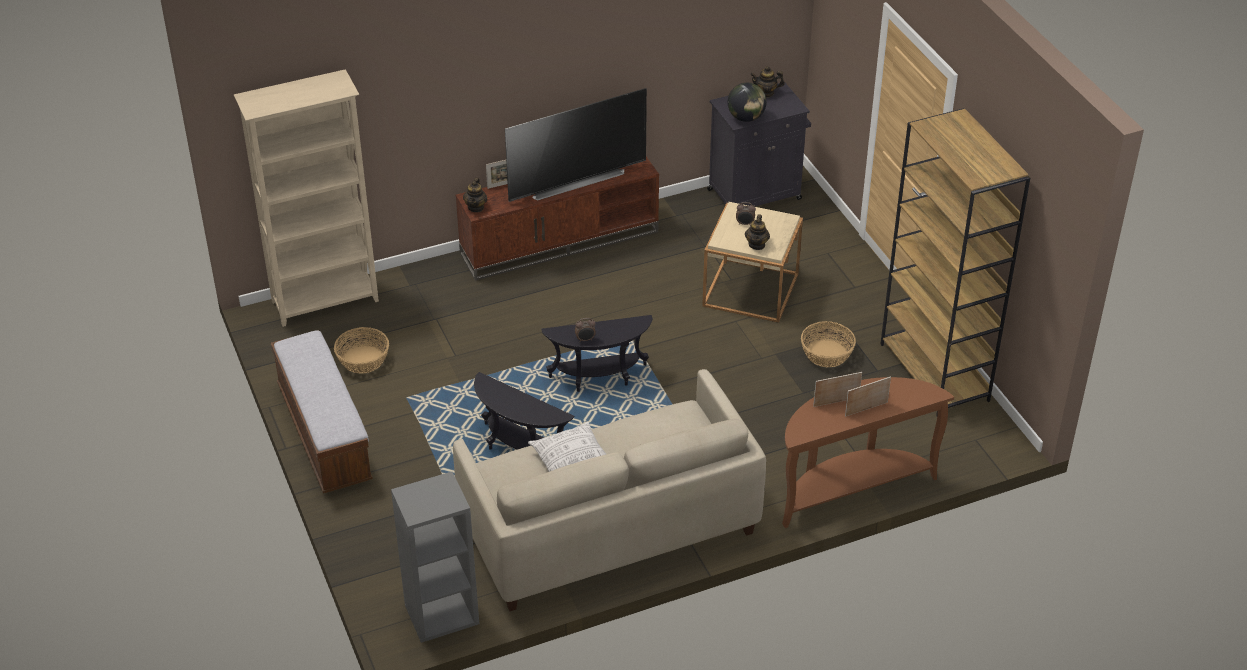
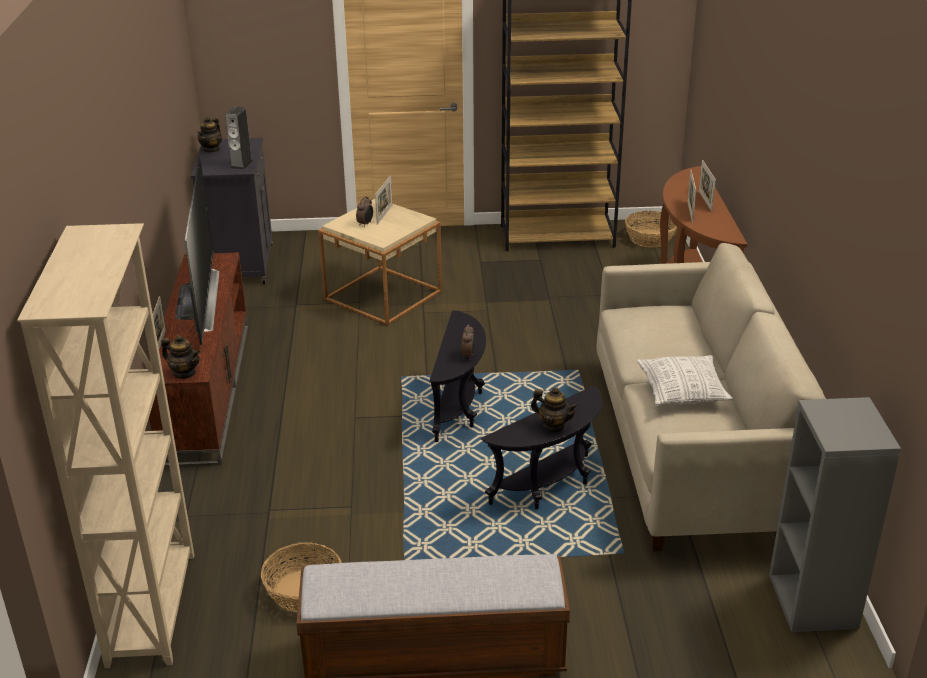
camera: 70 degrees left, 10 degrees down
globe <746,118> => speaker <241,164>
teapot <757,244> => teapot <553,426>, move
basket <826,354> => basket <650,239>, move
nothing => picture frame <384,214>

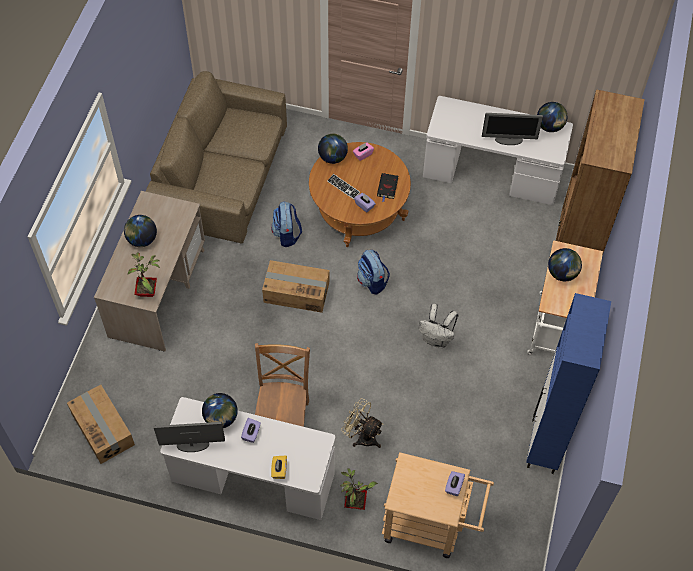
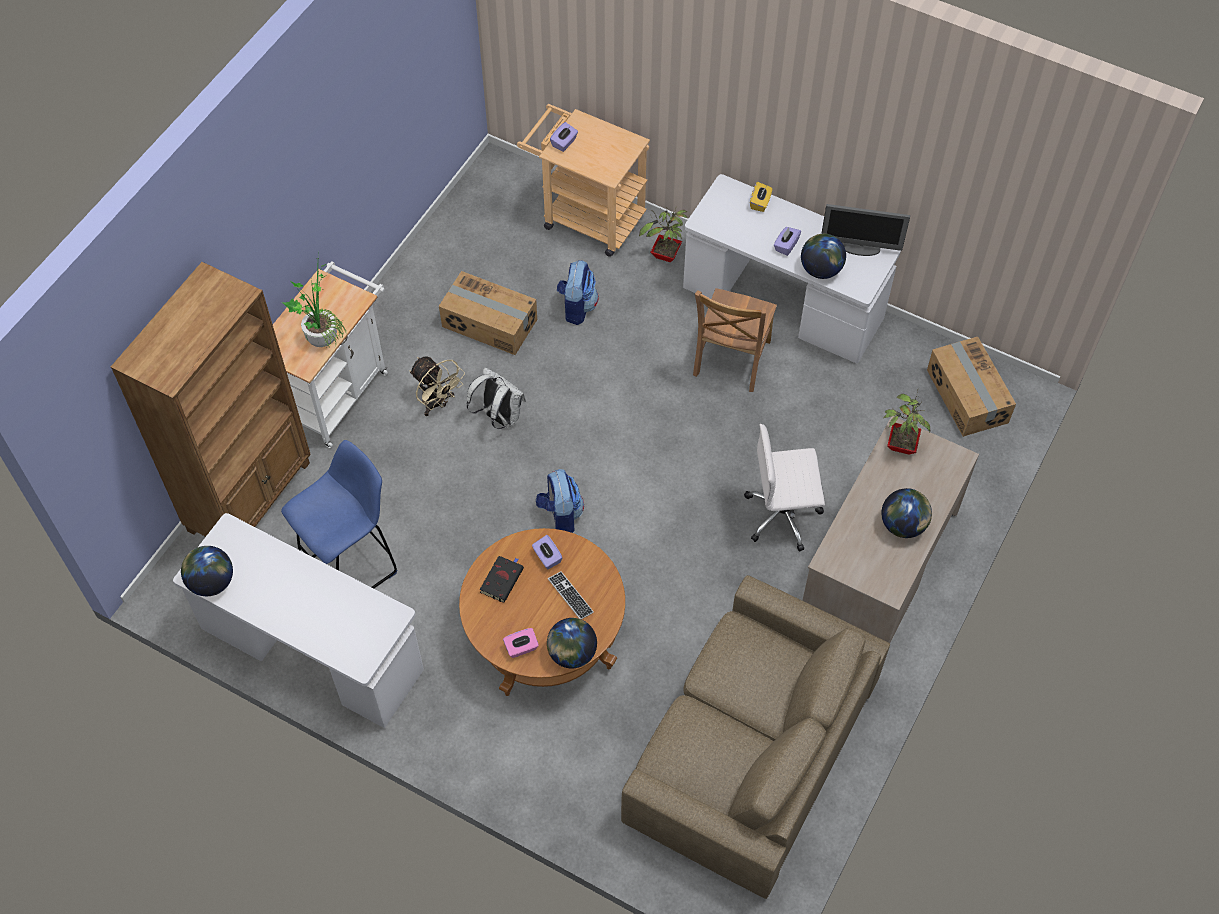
camera: 165 degrees left, 0 degrees up
monitor <509,140> => nothing
backpack <287,234> => backpack <577,307>, move
globe <562,273> => potted plant <321,334>
cardboard box <296,292> => cardboard box <489,323>, move
blue cabinet <545,443> => nothing
beige fan <362,436> => beige fan <437,403>, move
nothing => white office chair <783,515>
nothing => blue stool <352,566>

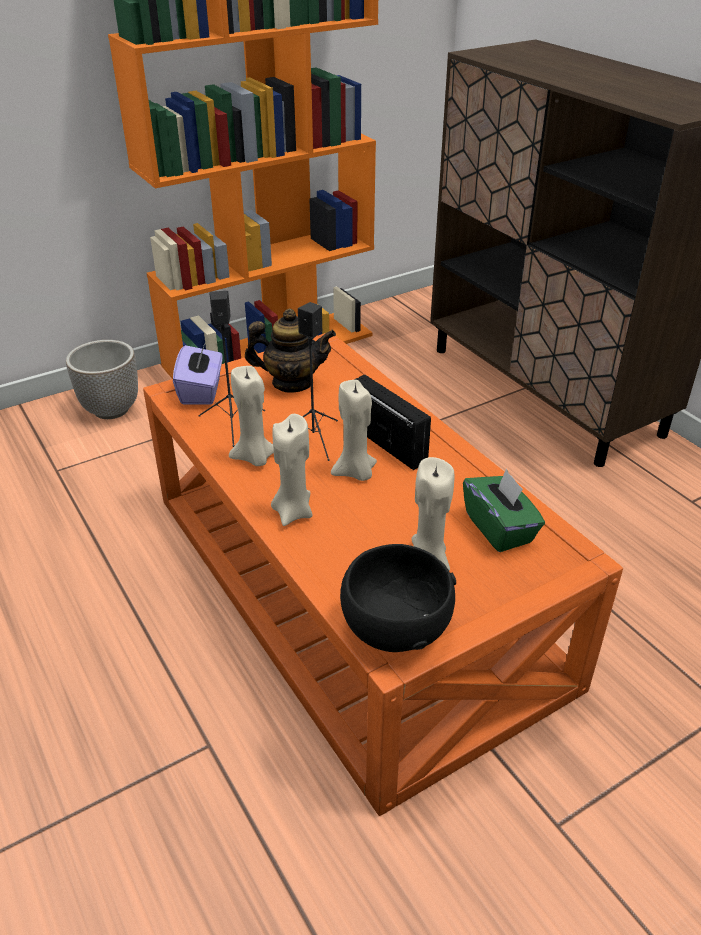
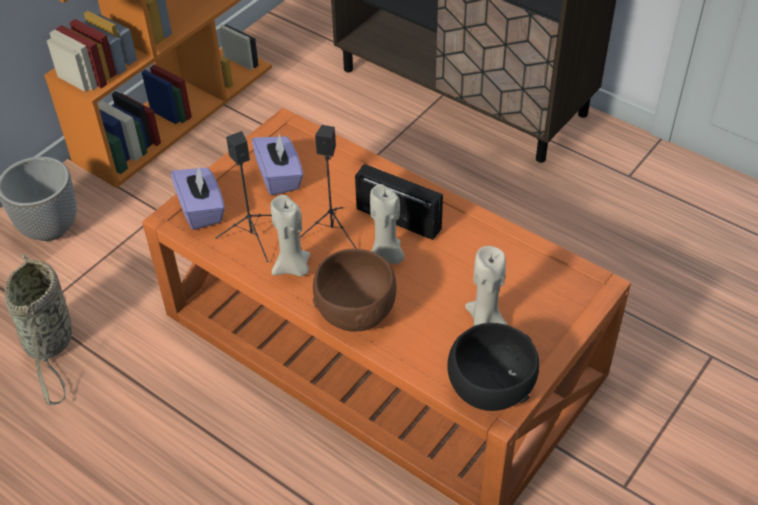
camera: 20 degrees left, 10 degrees up
teapot <292,383> => purple tissue box <279,177>
beige candle <293,512> => brown bowl <356,311>
green tissue box <499,528> => nothing
nothing => basket <50,344>

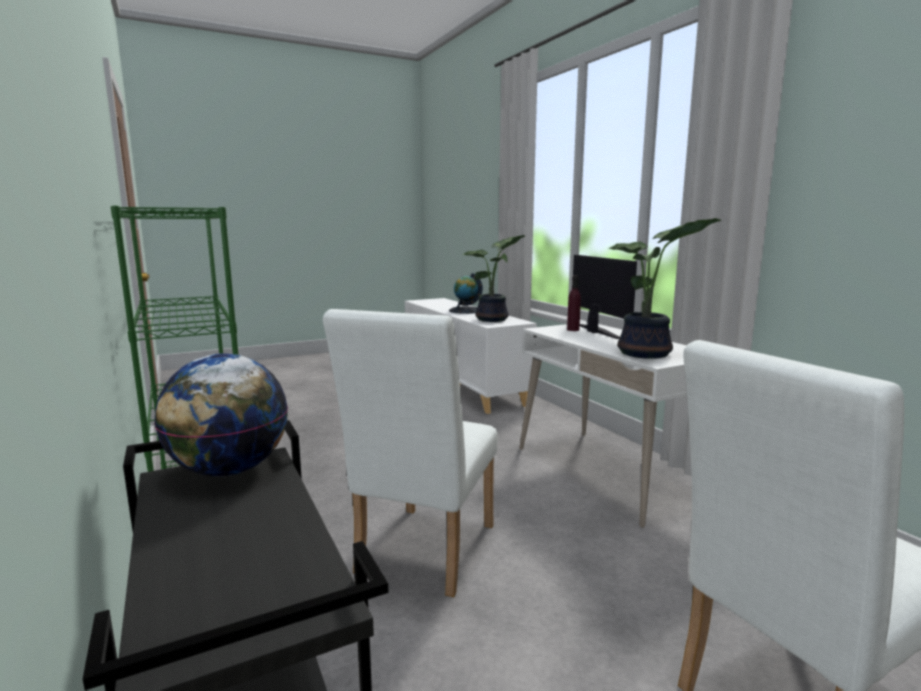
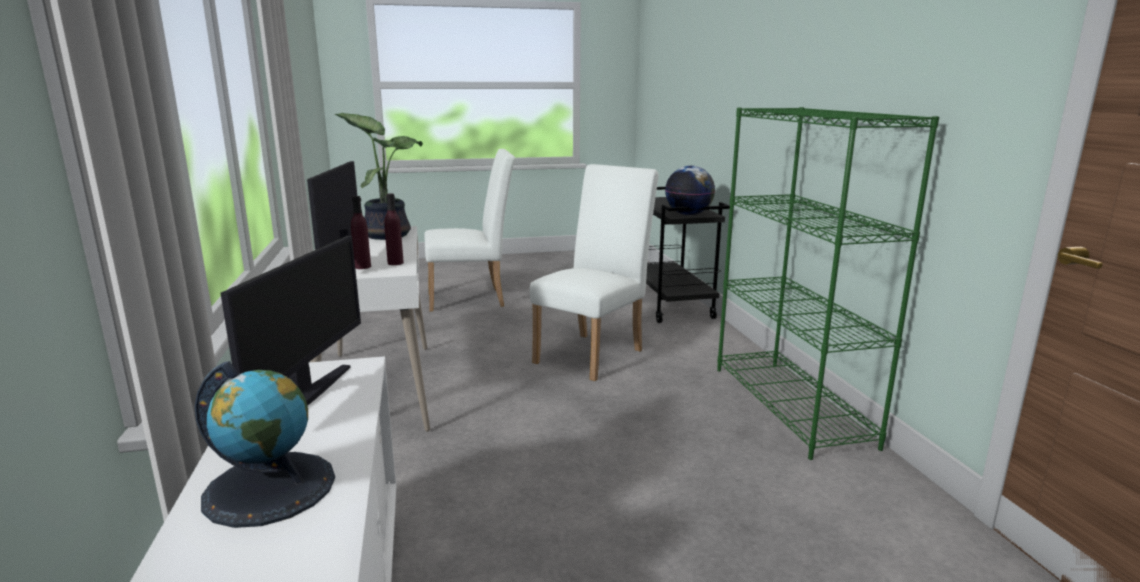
camera: 165 degrees left, 5 degrees up
potted plant <494,319> => monitor <308,395>
nothing => purple bottle <395,263>

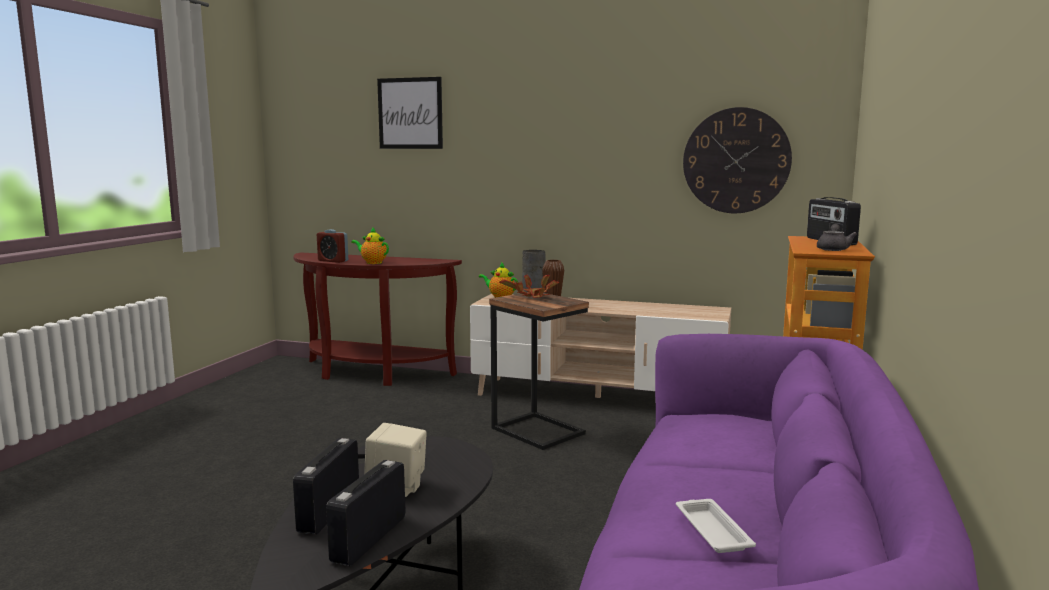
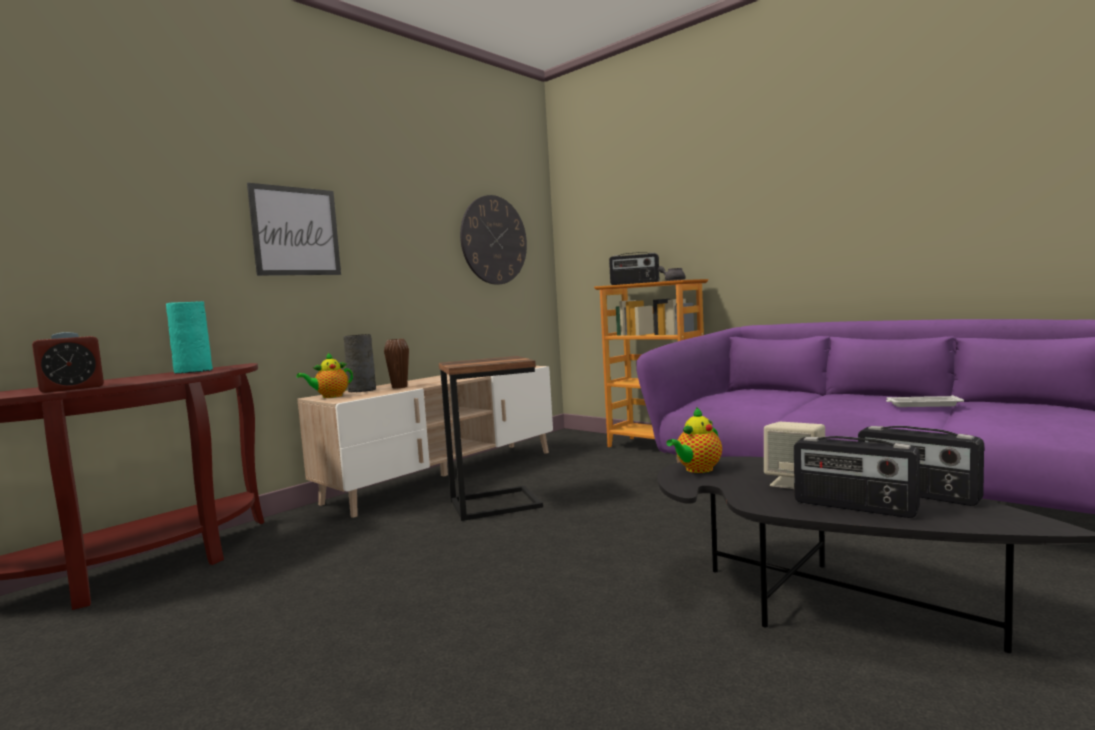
camera: 65 degrees left, 5 degrees down
picture <410,113> => picture <296,231>, move
teapot <372,262> => teapot <697,470>, move
potted plant <531,297> => nothing
nothing => turquoise vase <193,371>

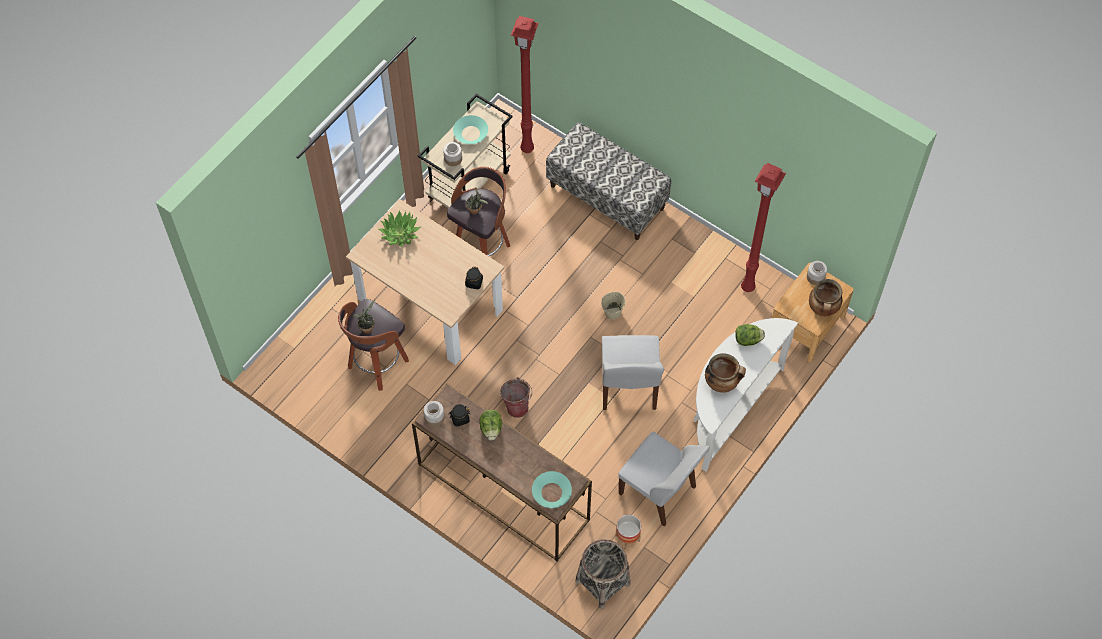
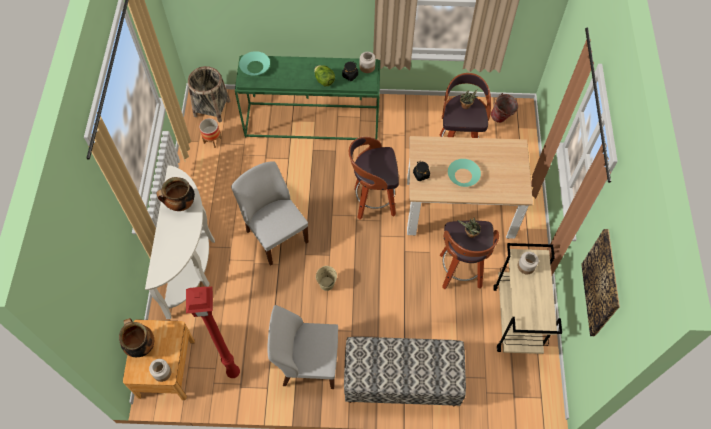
camera: 145 degrees right, 0 degrees up
red floor lamp <526,148> => nothing
turquoise bowl <471,133> => turquoise bowl <463,175>, move
potted plant <400,233> => nothing
lettuce <747,339> => nothing
bucket <516,405> => bucket <501,119>, move
brown console table <501,492> => green console table <313,121>
white chair <659,492> => white chair <308,363>, move
nothing => stool <373,202>
nothing => picture <601,283>

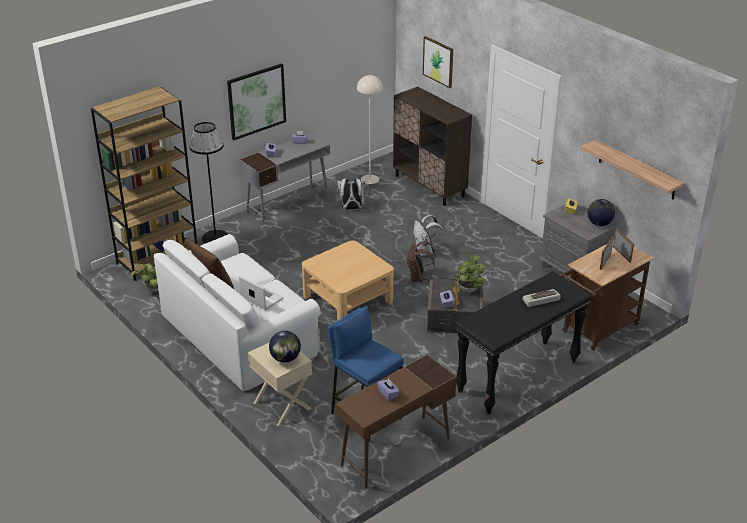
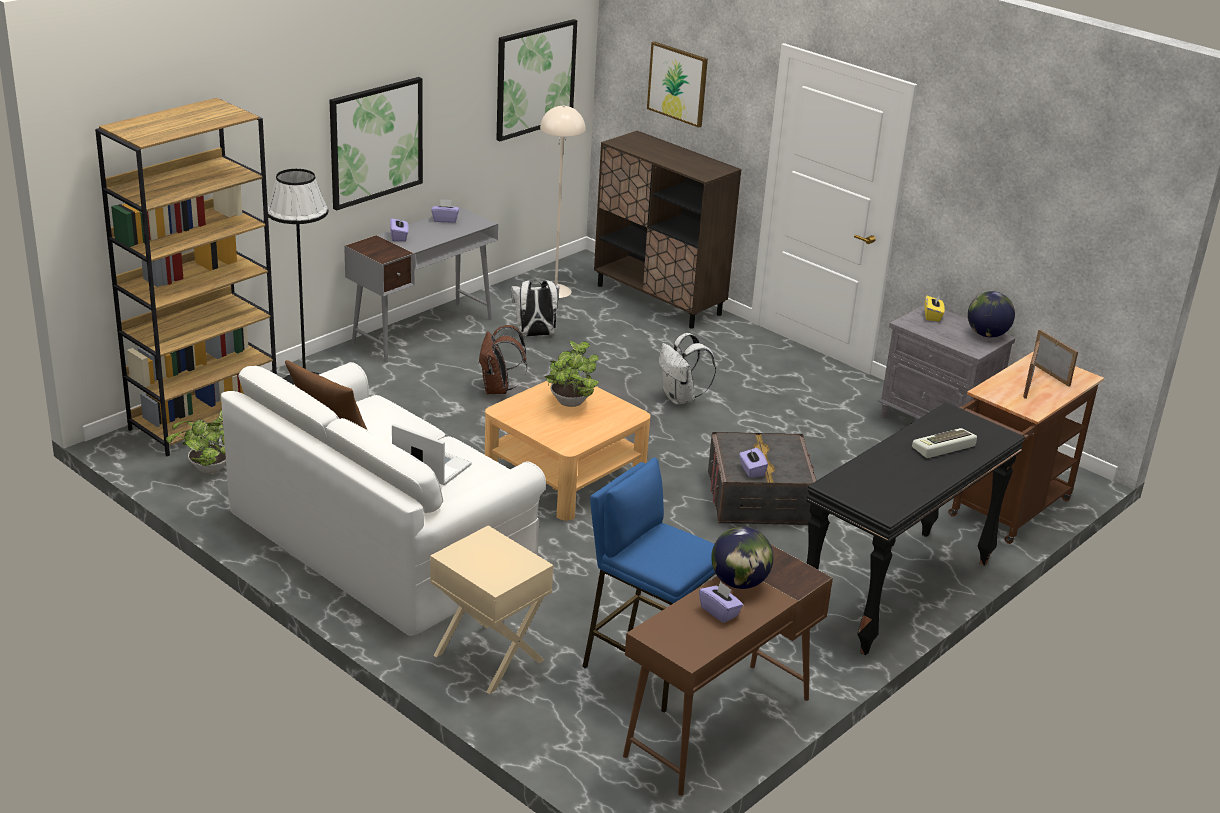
camera: 10 degrees left, 5 degrees down
shelf <637,170> => nothing
brown backpack <418,278> => brown backpack <498,390>, move
potted plant <468,290> => potted plant <570,404>, move
globe <285,358> => globe <739,583>, move
nothing => picture <535,79>

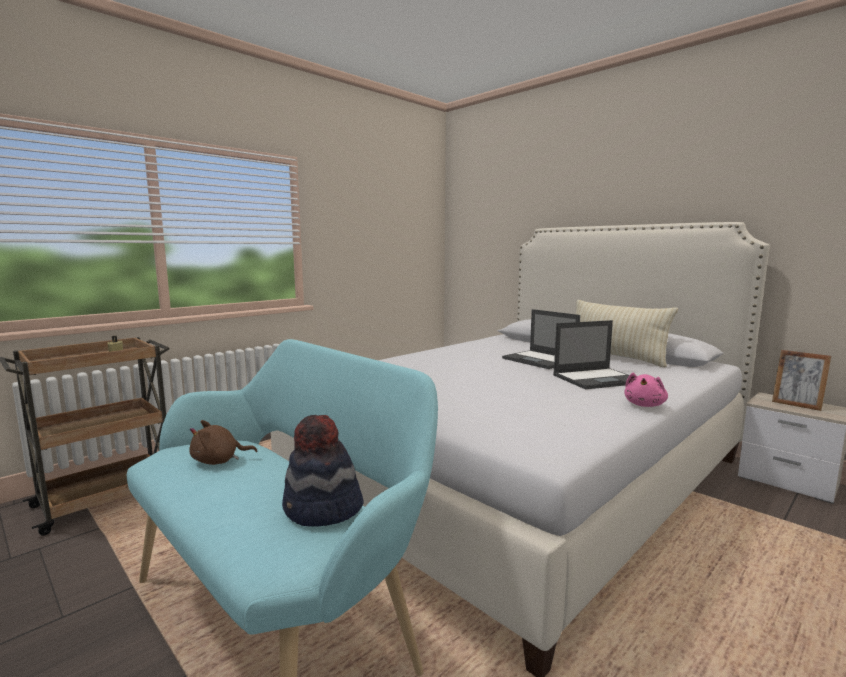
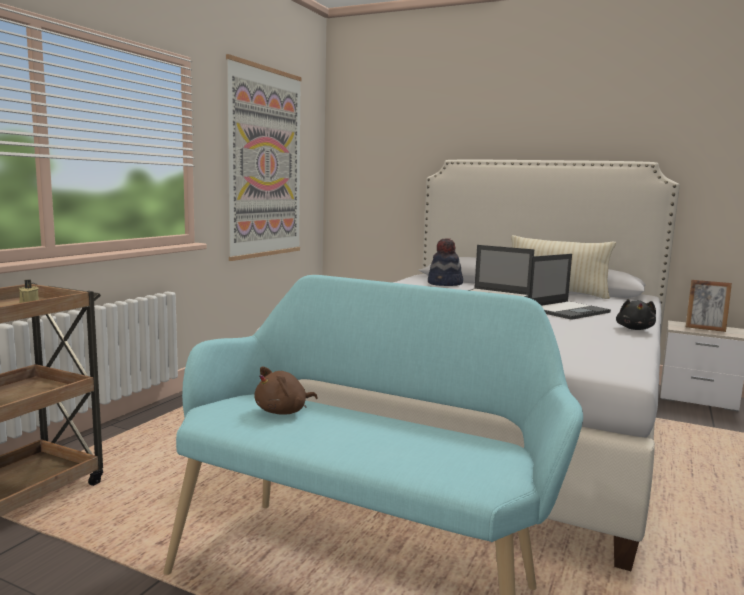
camera: 20 degrees left, 0 degrees up
pink plush toy <644,405> => black plush toy <634,329>
hat <322,510> => hat <445,284>, move
nothing => picture <265,163>

